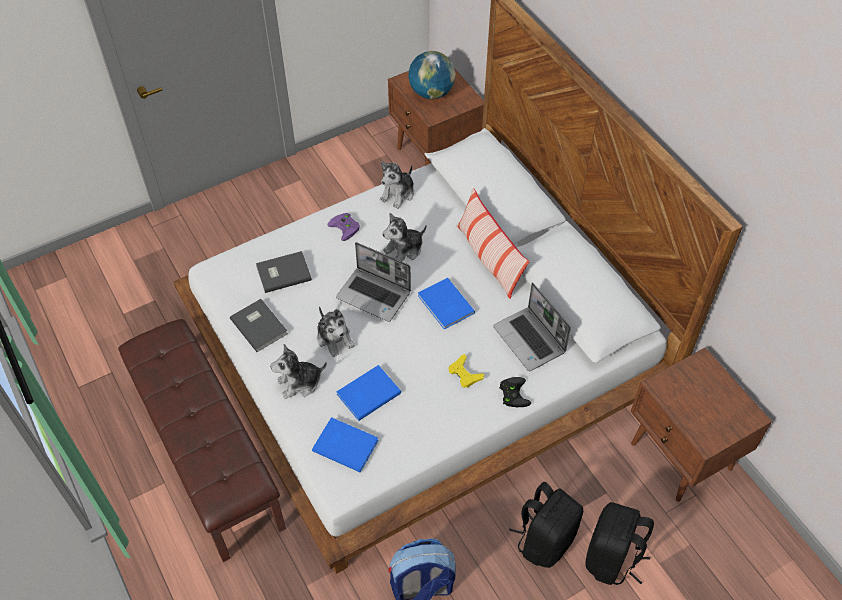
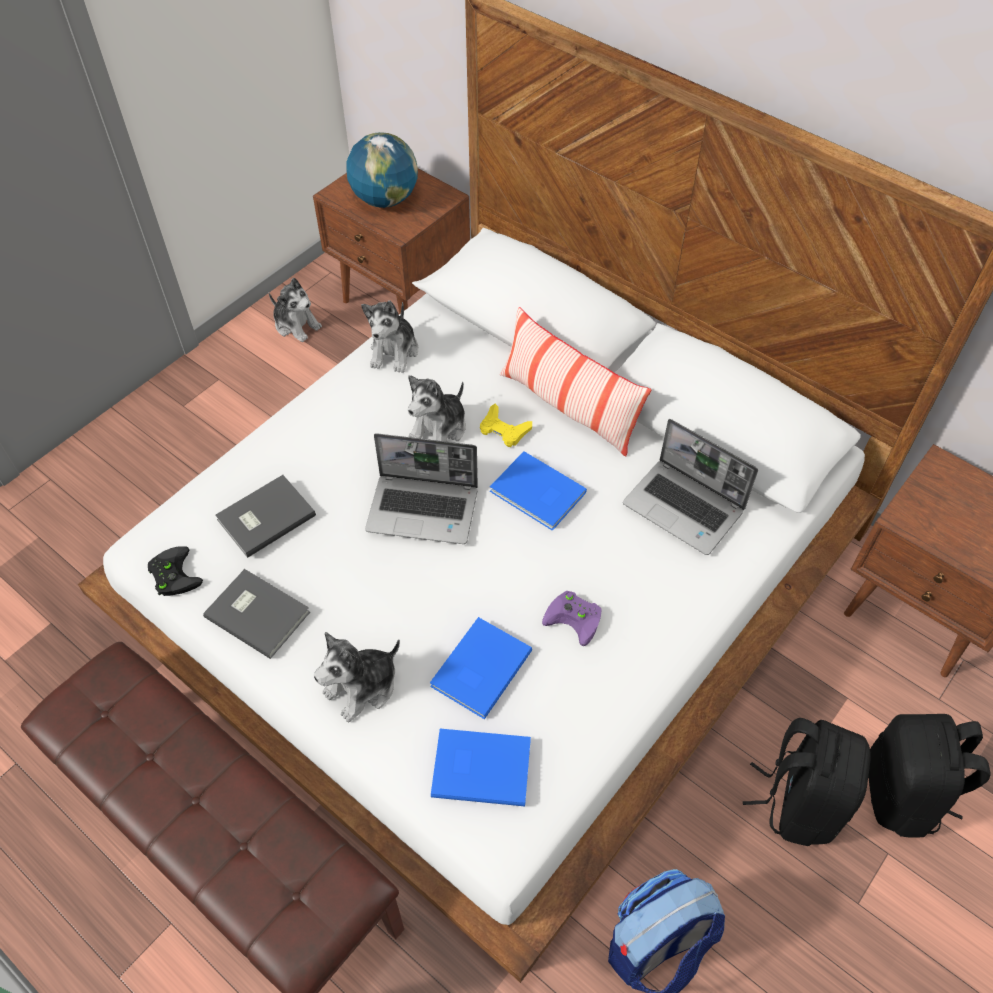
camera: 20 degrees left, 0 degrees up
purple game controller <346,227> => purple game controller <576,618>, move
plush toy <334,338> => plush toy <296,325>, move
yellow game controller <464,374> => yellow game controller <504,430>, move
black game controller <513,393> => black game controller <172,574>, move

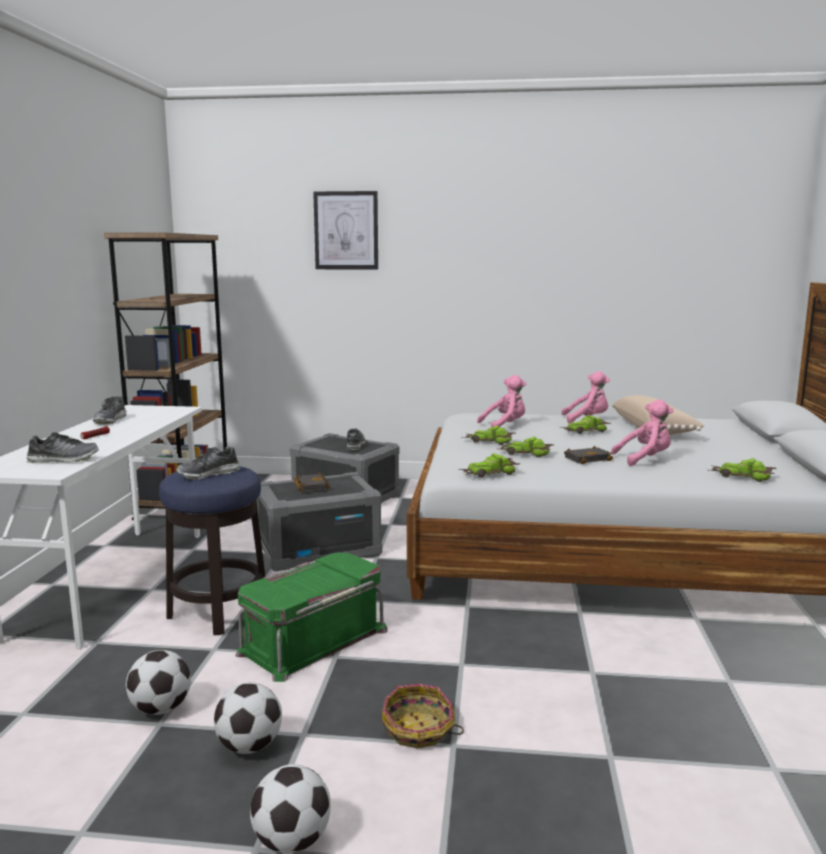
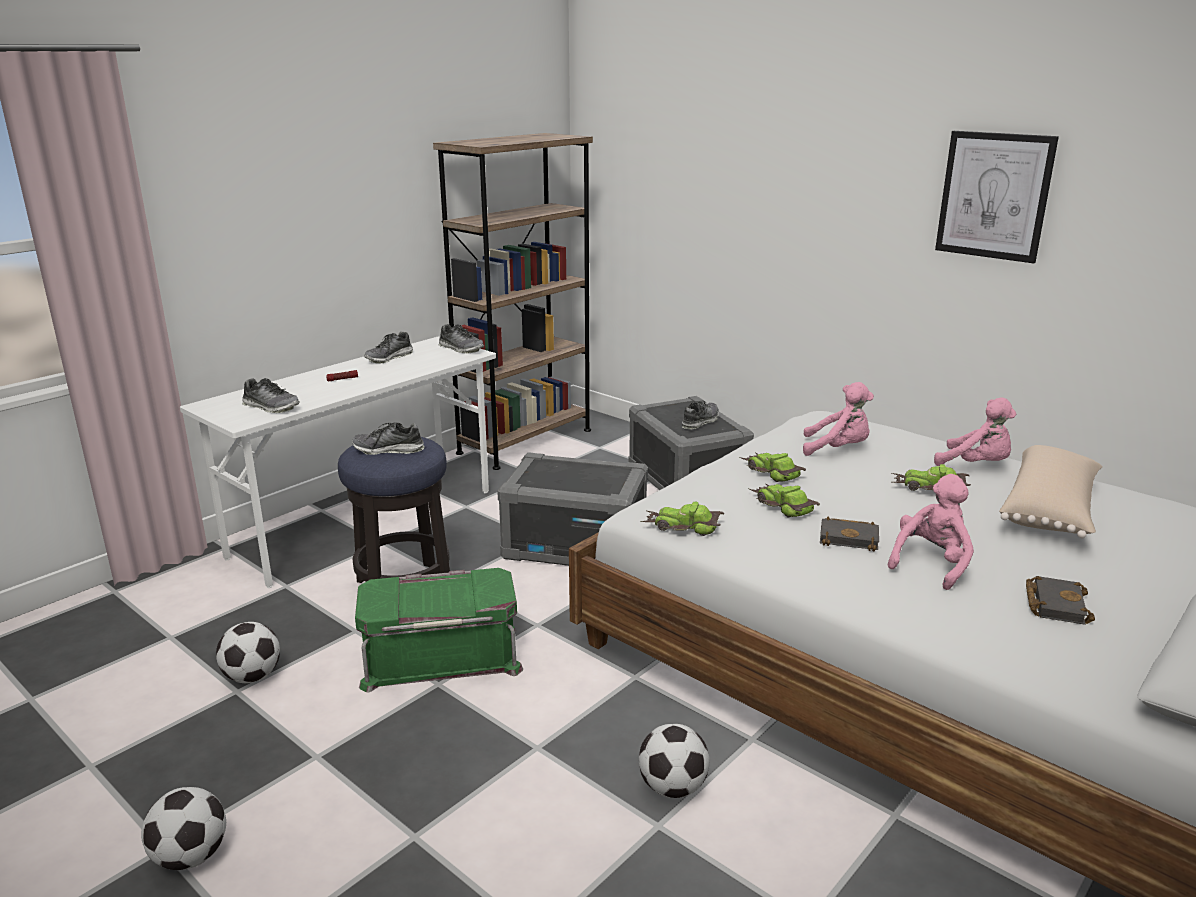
camera: 35 degrees right, 10 degrees up
picture <346,230> => picture <994,196>, move
pink plush toy <645,459> => pink plush toy <931,563>, 75 degrees counterclockwise
toy car <741,476> => nothing
black book <310,486> => black book <1054,604>, move
football <250,746> => football <673,787>, move
basket <419,730> => nothing
nothing => shoe <461,349>

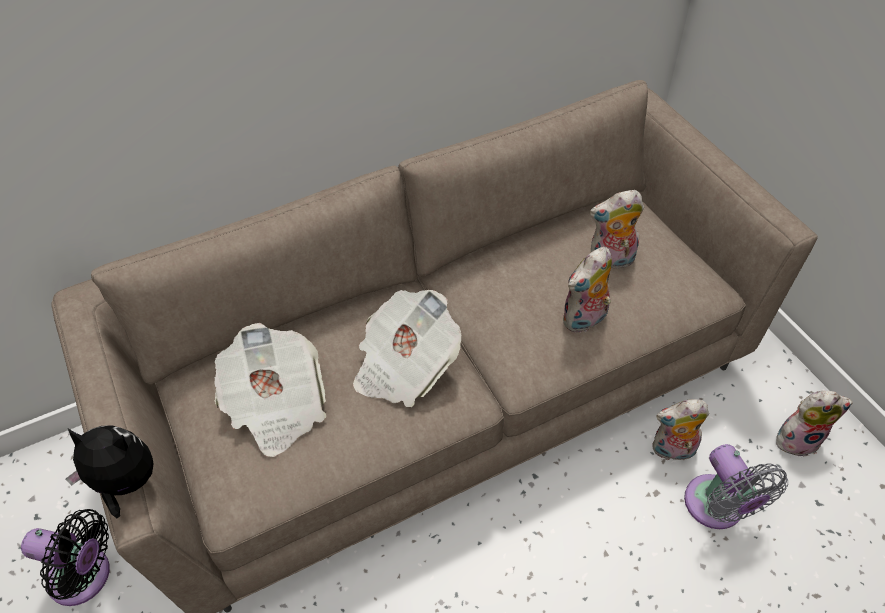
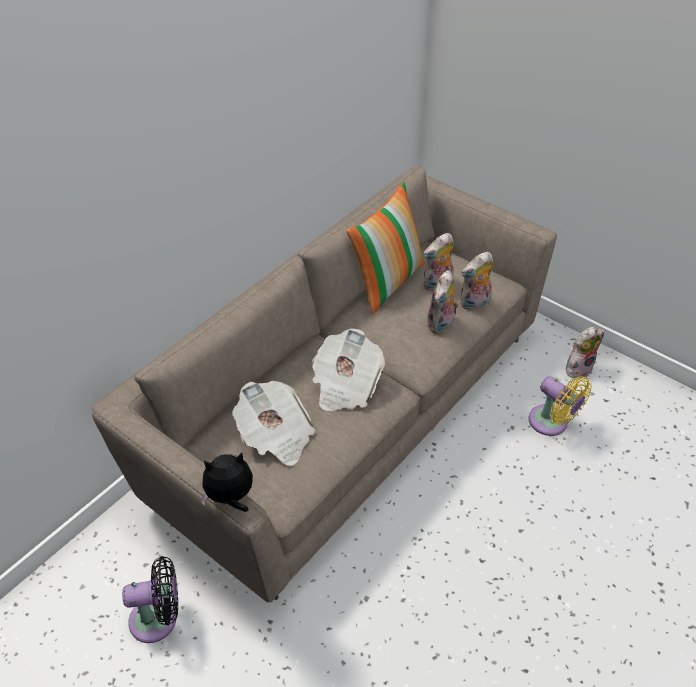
camera: 25 degrees left, 5 degrees down
plush toy <672,451> => plush toy <475,304>, move
grey fan <717,508> => yellow fan <551,423>
nothing => pillow <387,281>

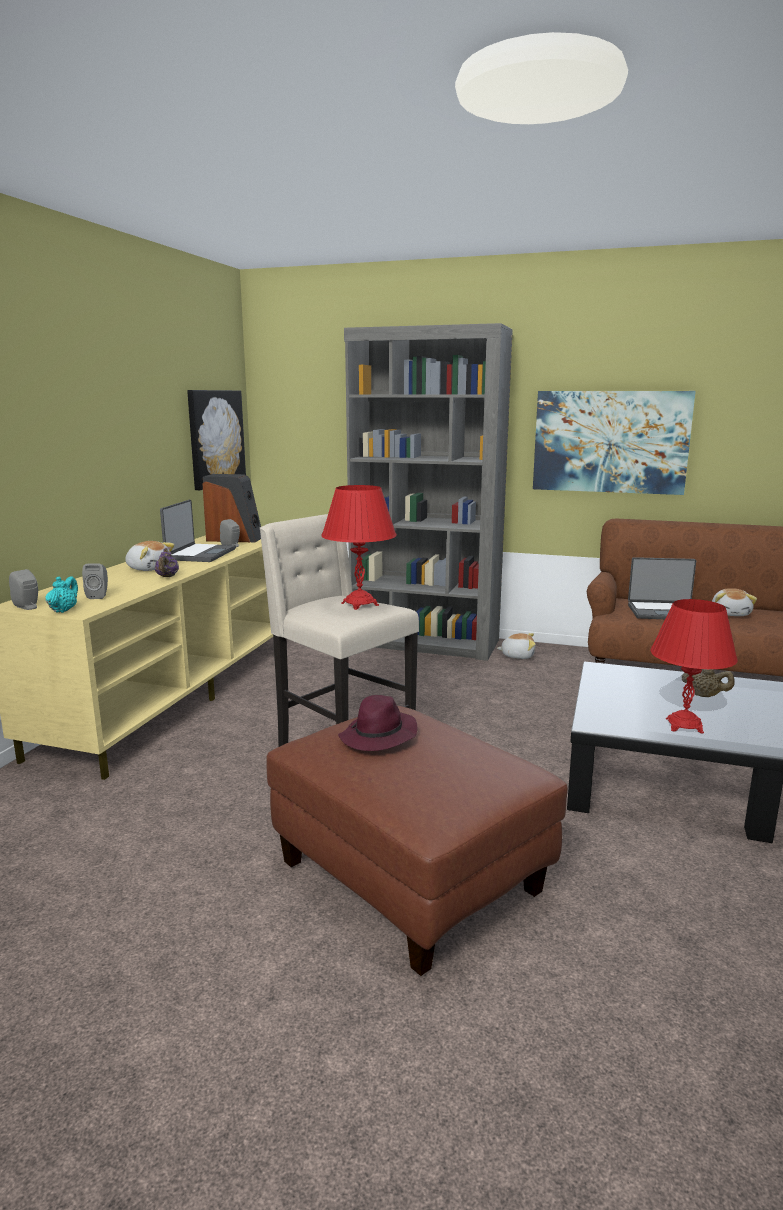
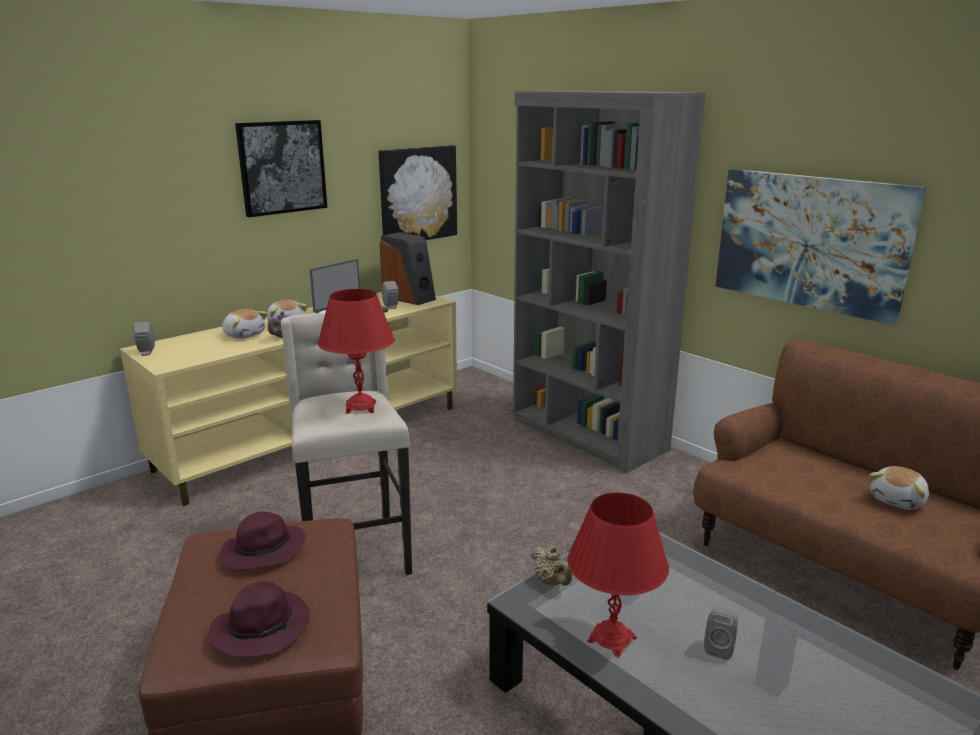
camera: 30 degrees right, 5 degrees up
laptop <664,612> => nothing
grey speaker <98,596> => grey speaker <719,647>, move
turquoise teapot <63,610> => nothing
plush toy <517,656> => plush toy <244,335>, move
beige teapot <705,696> => beige teapot <551,582>, move
nothing => picture <282,167>
nothing => purple hat <263,627>

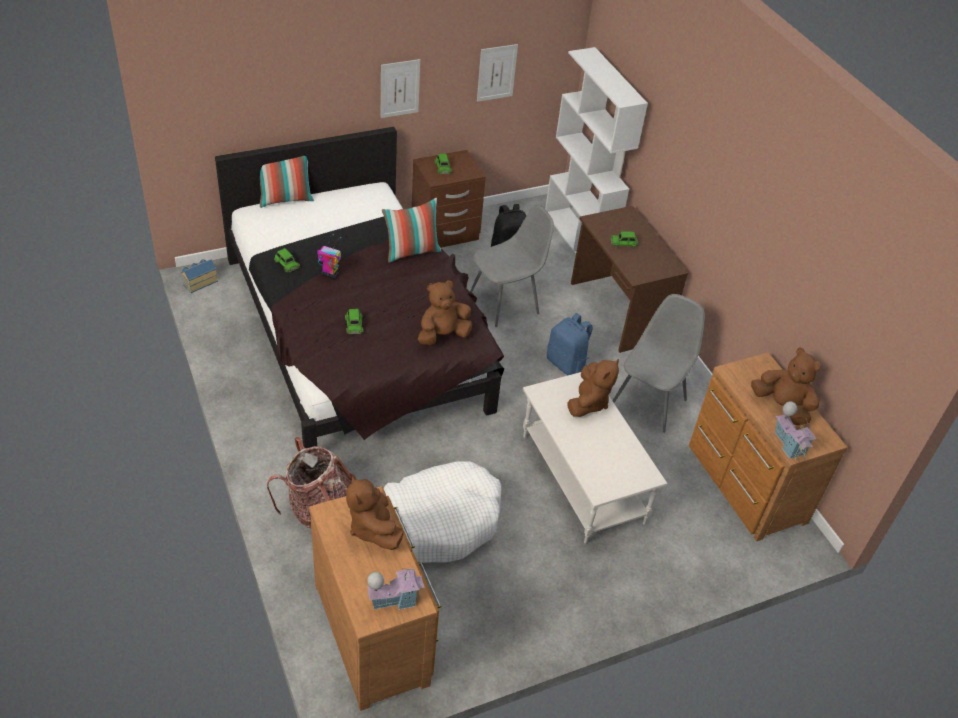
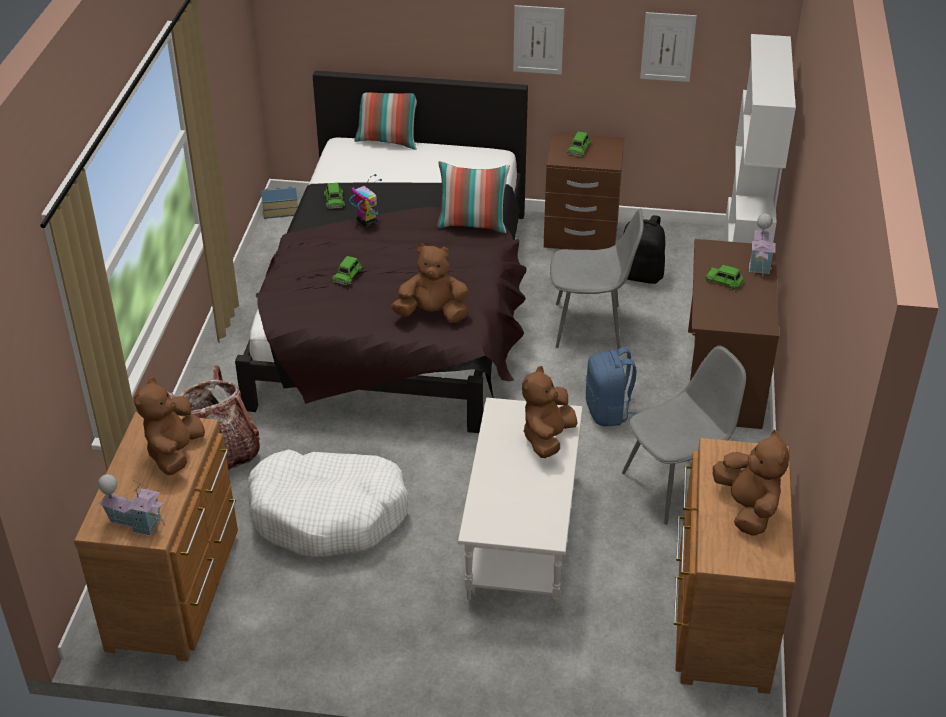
camera: 35 degrees right, 5 degrees down
brown plush toy <588,402> => brown plush toy <547,438>, 150 degrees clockwise
toy house <789,444> => toy house <760,263>, move

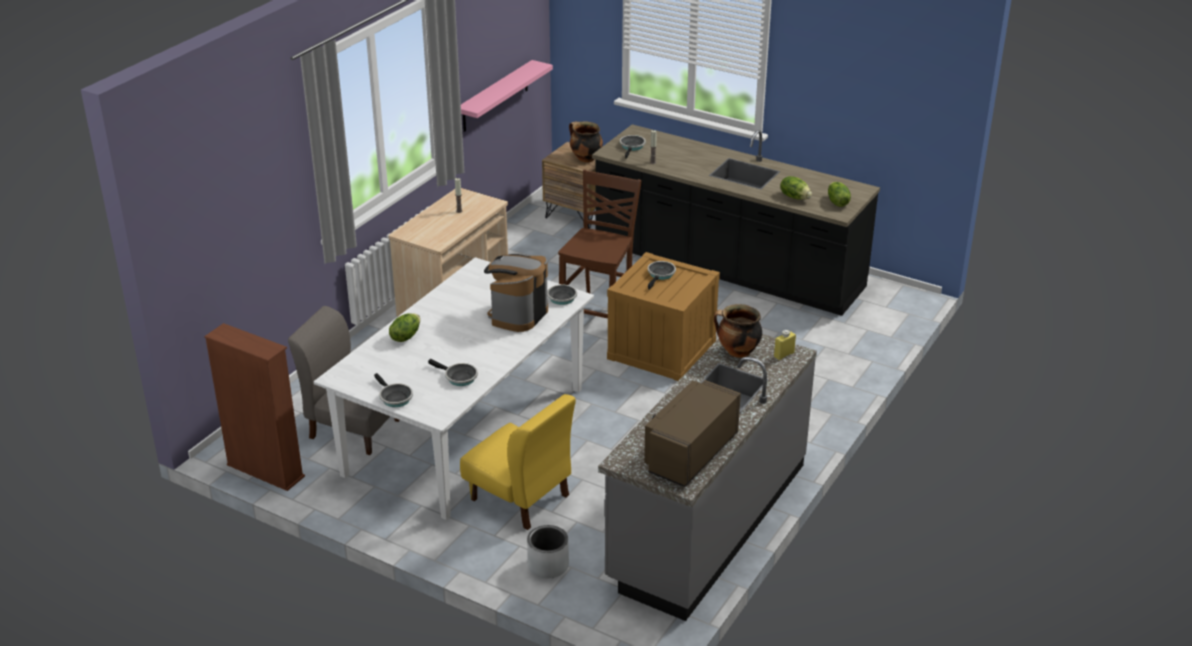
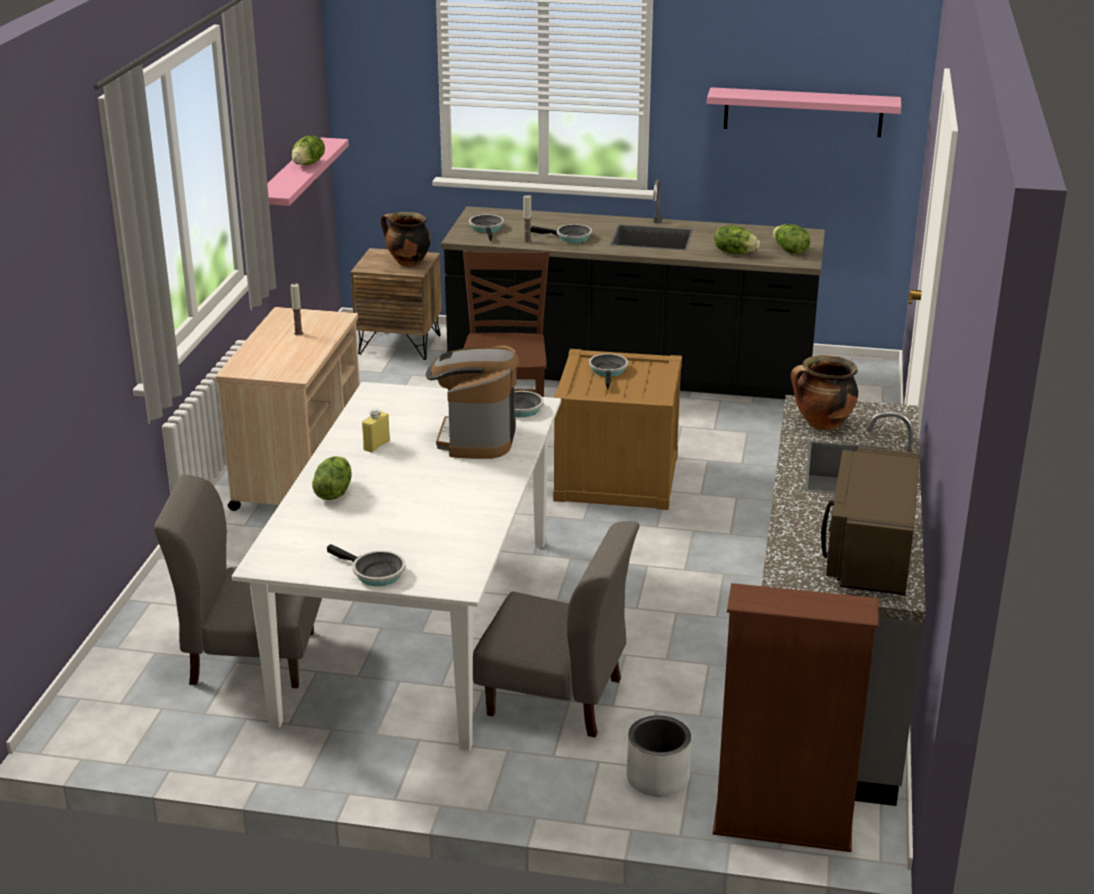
camera: 20 degrees left, 5 degrees down
brown bookcase <265,471> => brown bookcase <782,828>, move
yellow bottle <784,355> => yellow bottle <376,445>, move
frying pan <458,377> => frying pan <570,237>, move
yellow chair <520,498> => grey chair <555,697>
nothing => pink shelf <803,112>
nothing => lettuce <308,164>

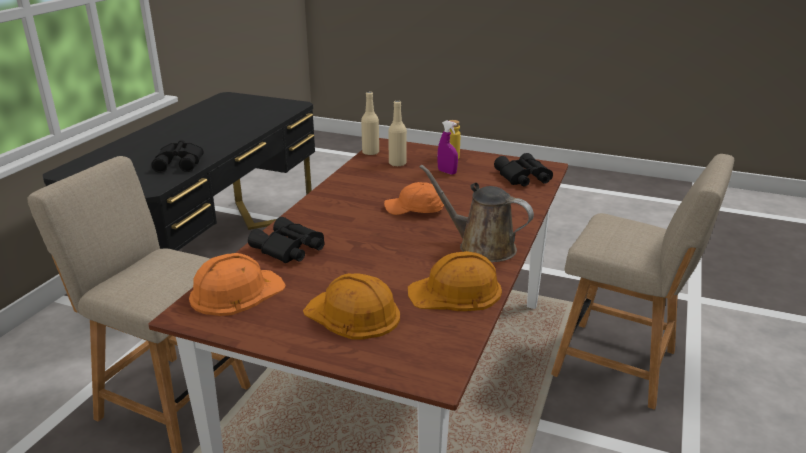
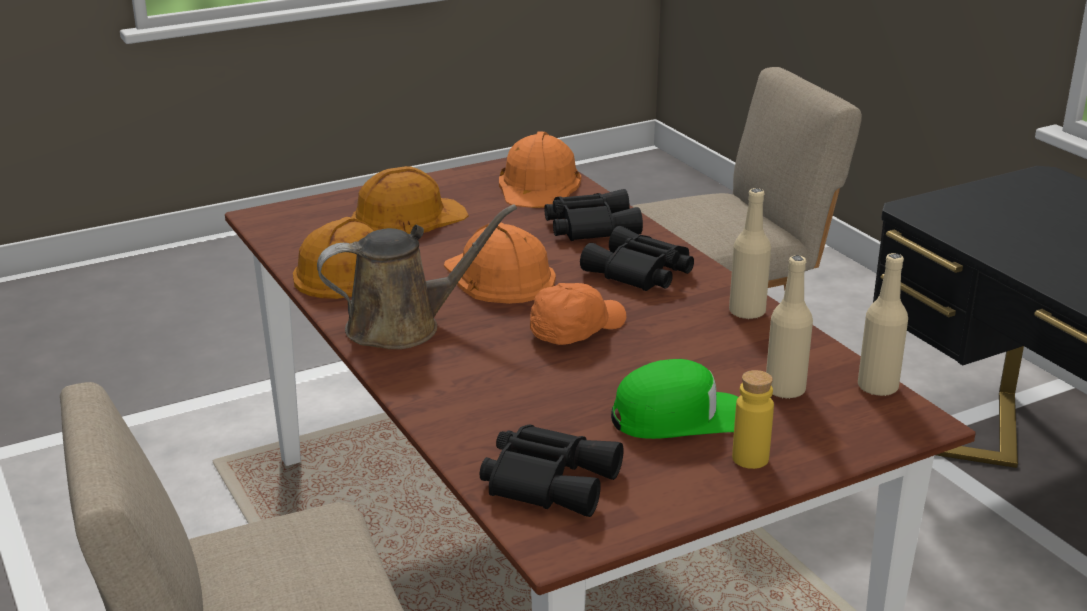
camera: 130 degrees right, 0 degrees up
purple spray bottle <447,172> => green cap <680,417>
black binoculars <180,163> => black binoculars <639,273>, move
nothing => beige bottle <747,312>
nothing => orange hard hat <499,276>

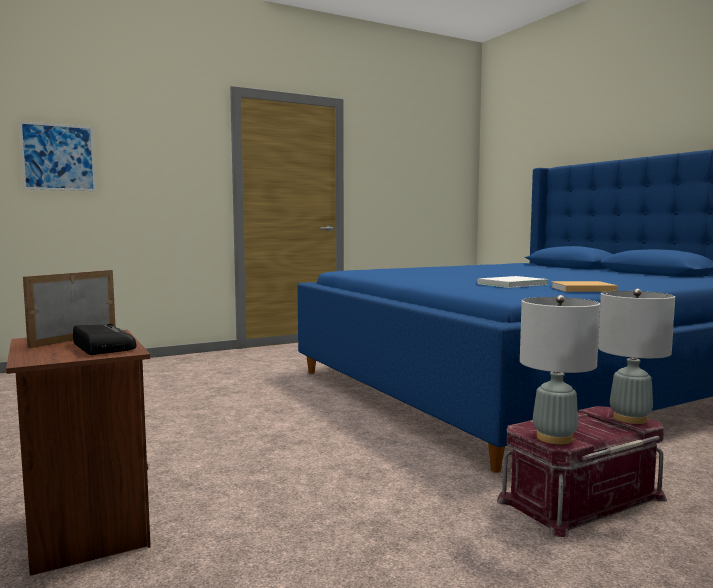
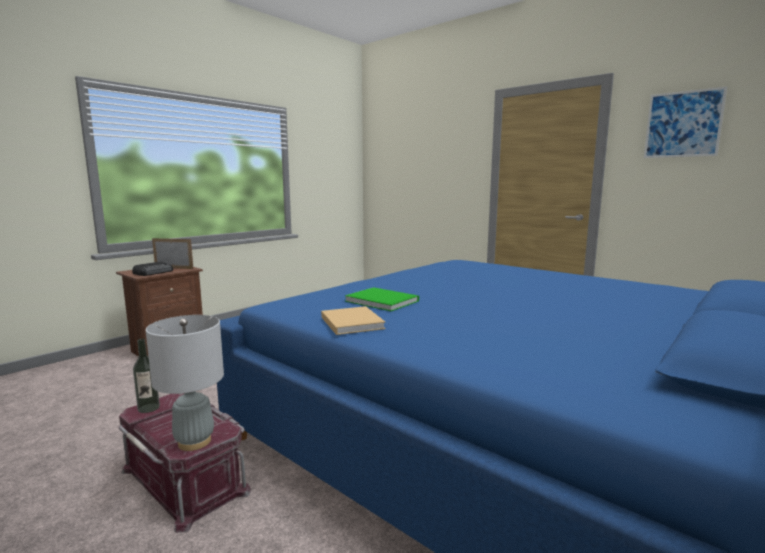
camera: 70 degrees right, 5 degrees up
picture <58,157> => picture <683,124>, move
white book <510,284> => green book <381,300>
grey table lamp <554,438> => bottle <148,408>

